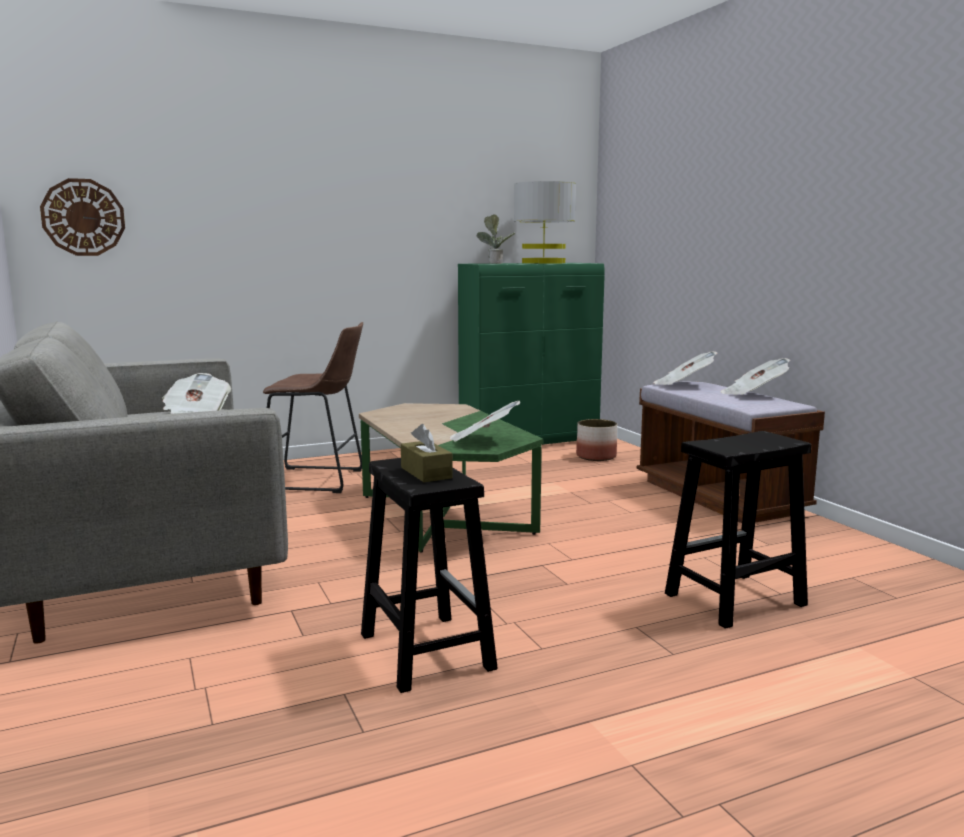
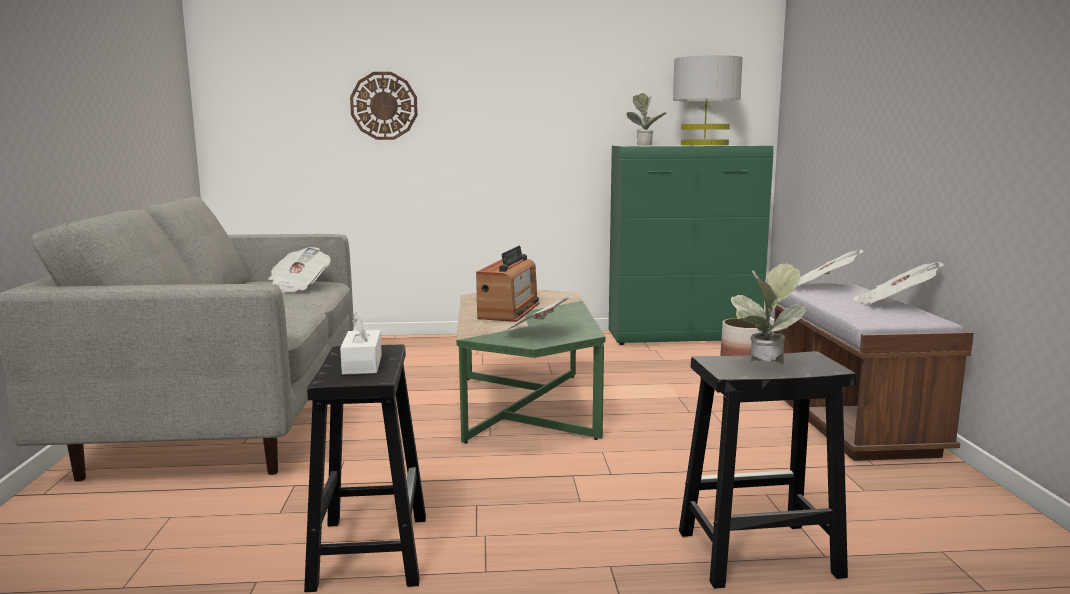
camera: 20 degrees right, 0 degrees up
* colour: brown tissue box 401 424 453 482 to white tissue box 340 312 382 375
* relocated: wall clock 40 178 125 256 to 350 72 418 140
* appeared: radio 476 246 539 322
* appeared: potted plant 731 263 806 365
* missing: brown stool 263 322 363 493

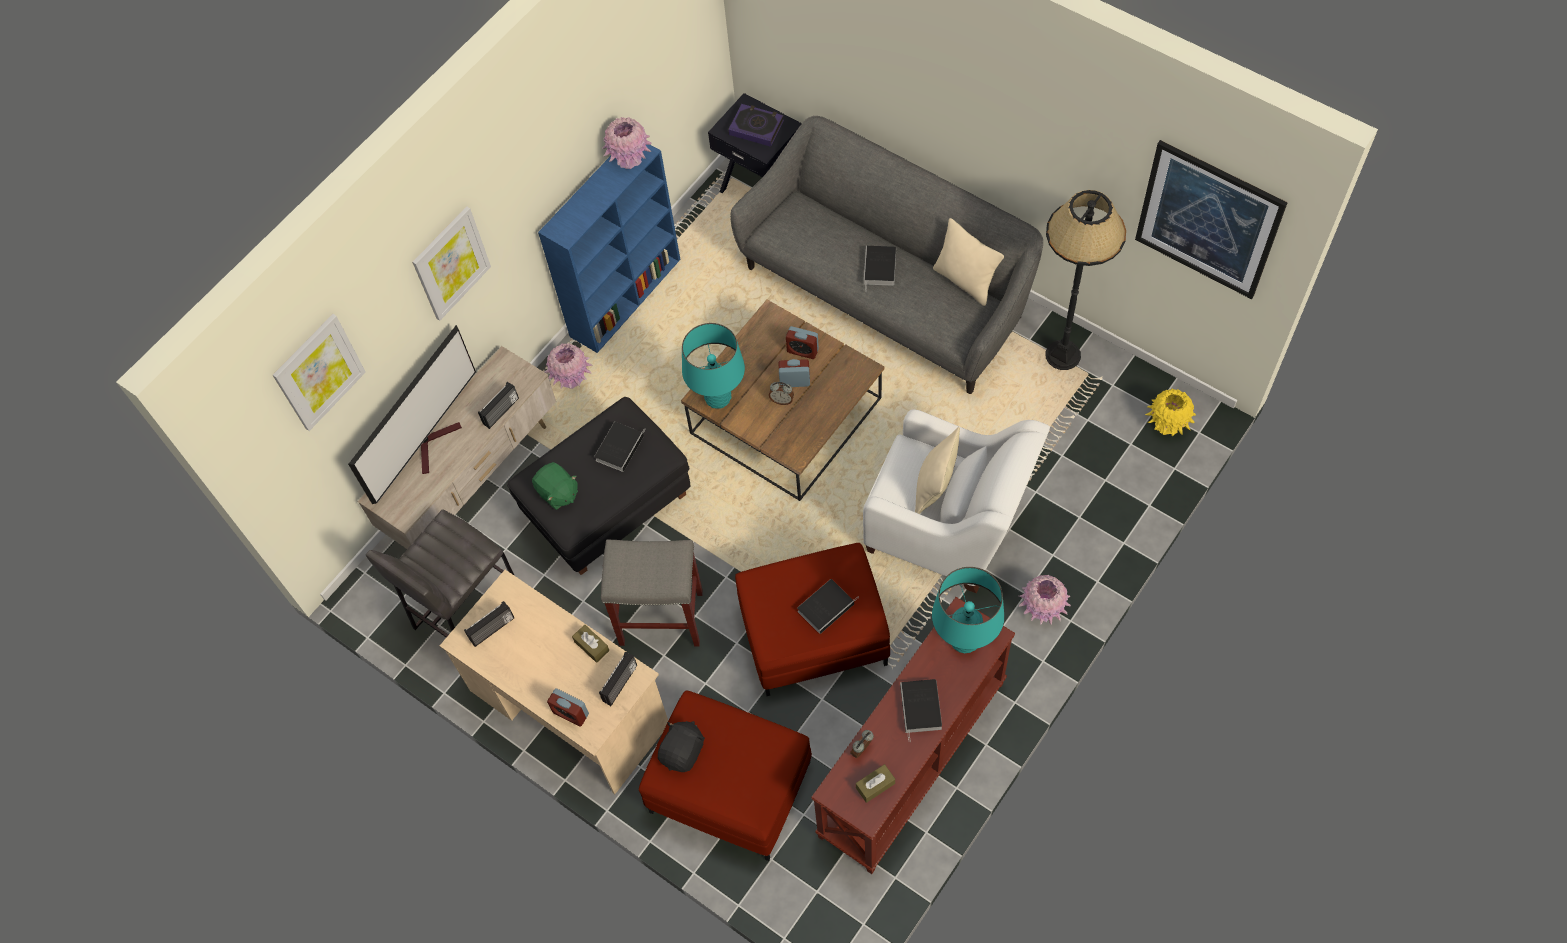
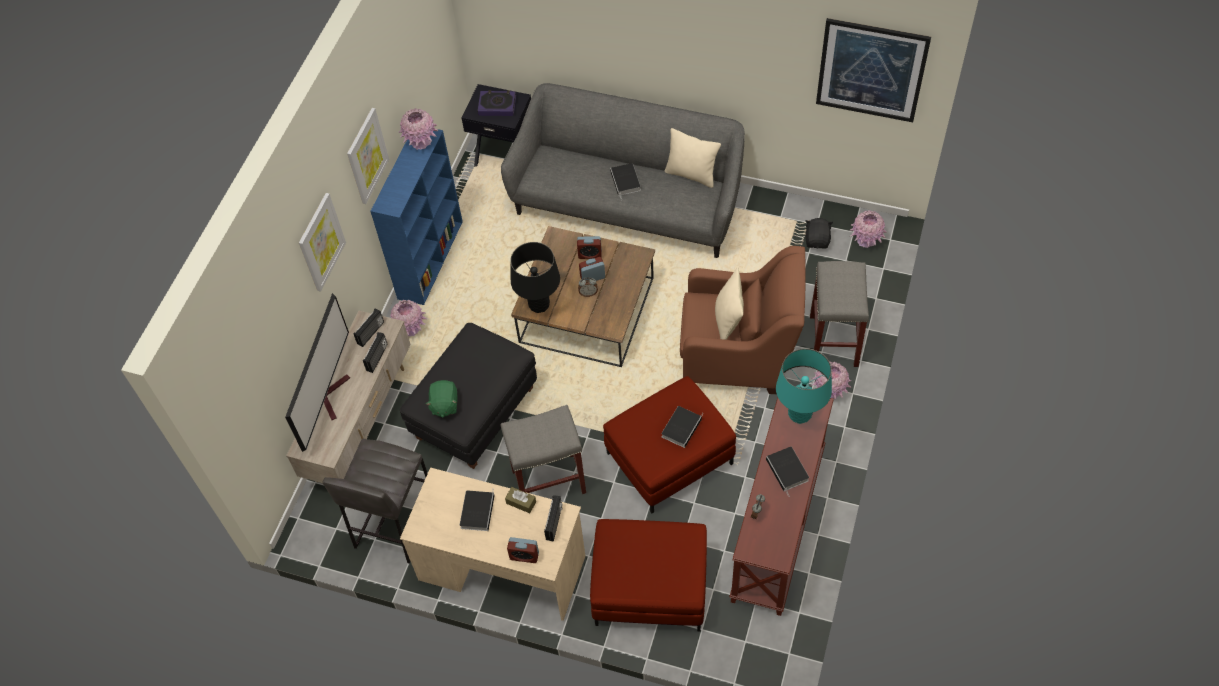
camera: 20 degrees left, 5 degrees down
* relocated: picture 273 314 366 431 to 347 108 389 204
* relocated: radio 464 601 514 647 to 353 309 384 347
* spun: green plush toy 532 462 578 510 = 426 380 458 418 60 degrees clockwise
* relocated: book 594 422 645 472 to 460 489 494 531
* colour: turquoise table lamp 682 323 745 409 to black table lamp 510 242 560 313
* colour: white armchair 863 410 1050 594 to brown armchair 680 246 806 394
* relocated: black plush toy 658 721 705 772 to 805 218 833 249
* appeared: grey stool 810 261 869 367
* colour: yellow vase 1145 388 1196 437 to pink vase 849 210 887 248
* missing: brown tissue box 856 764 895 803
* missing: black floor lamp 1045 190 1126 370

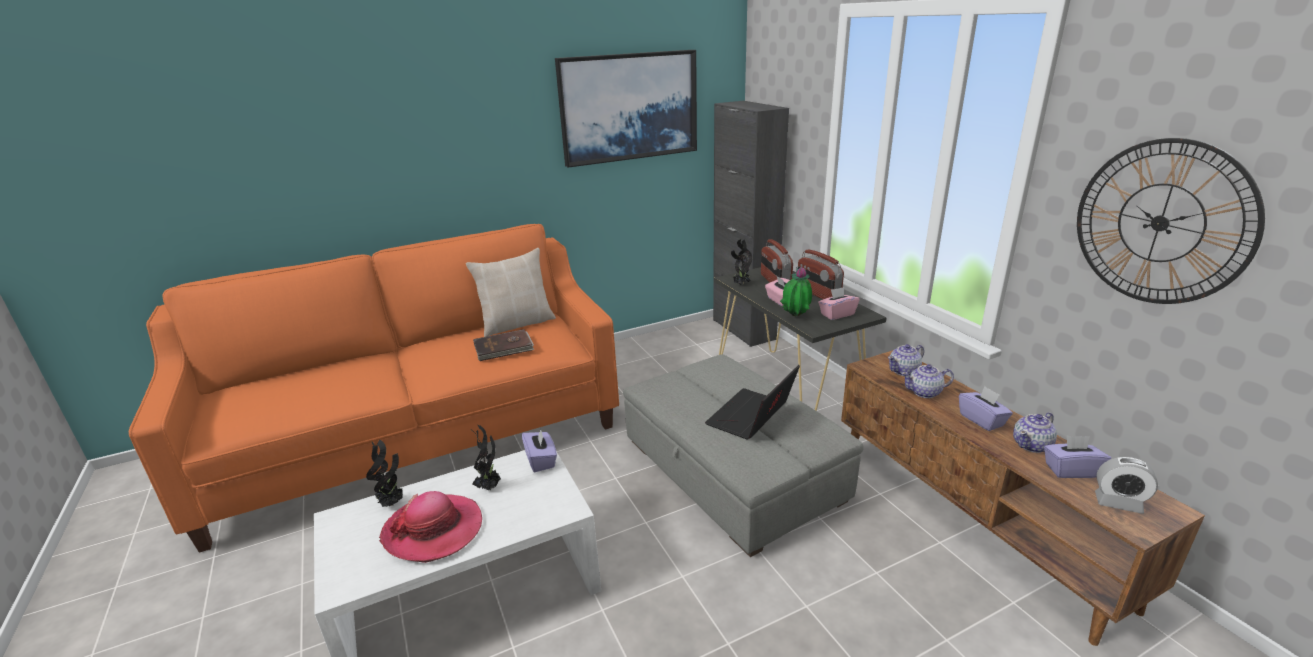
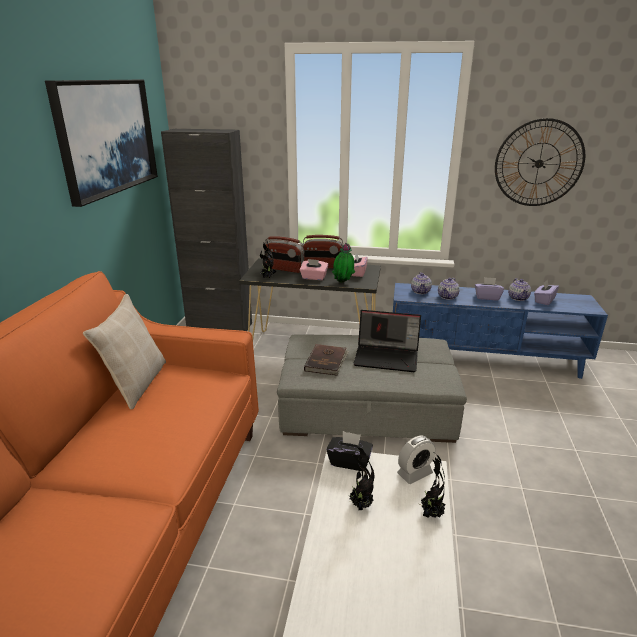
camera: 55 degrees left, 0 degrees up
* relocated: brown book 473 329 534 361 to 304 344 349 376
* colour: purple tissue box 522 428 557 472 to black tissue box 326 431 373 471
* spun: laptop 705 365 800 440 = 353 310 421 372 60 degrees counterclockwise
* colour: brown tv stand 841 350 1205 646 to blue tv stand 393 283 608 379
* relocated: alarm clock 1095 457 1158 514 to 397 436 435 484
* relocated: potted plant 366 439 404 507 to 421 454 446 518
* missing: hat 379 491 482 563

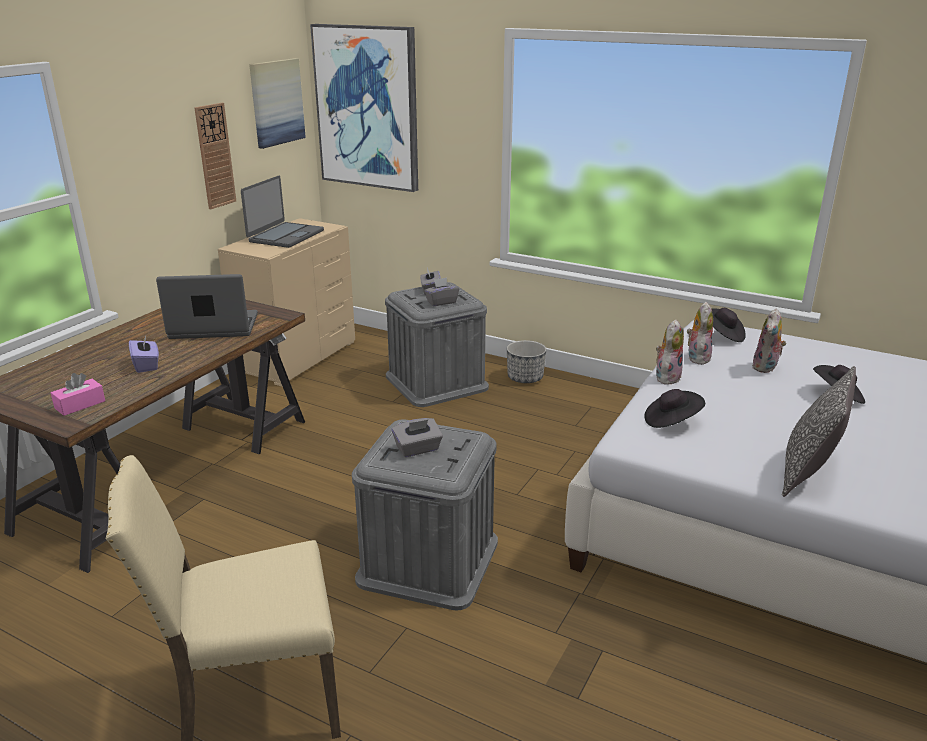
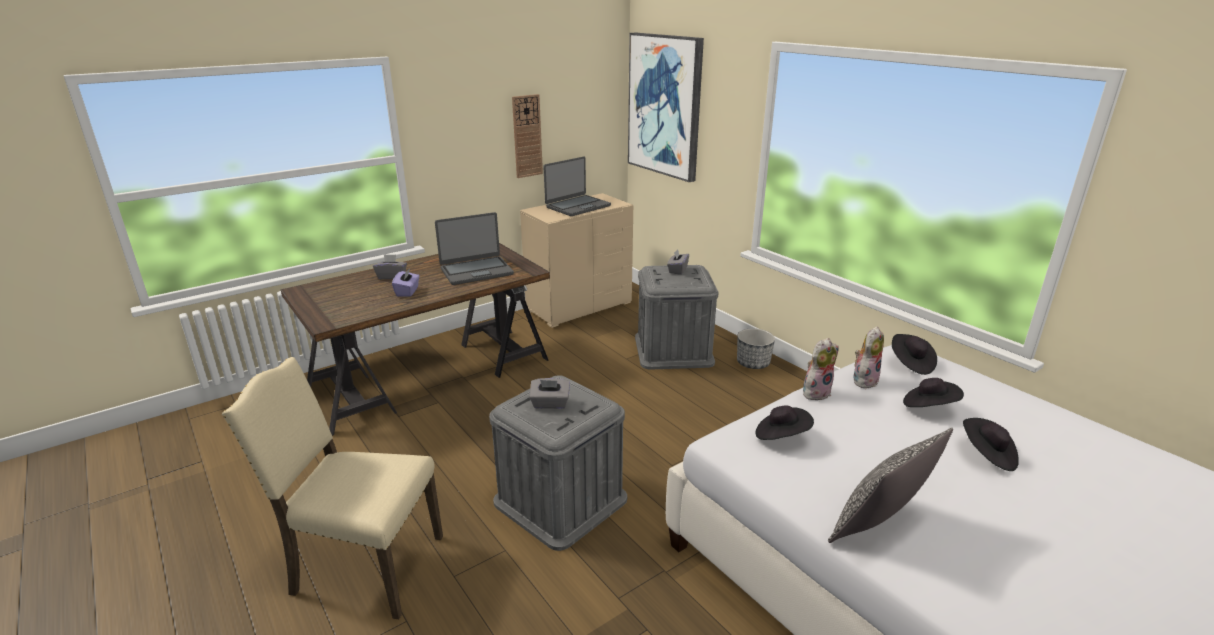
camera: 25 degrees right, 0 degrees up
* relocated: grey tissue box 424 278 459 306 to 373 254 407 279
* spun: laptop 156 274 258 339 = 435 212 514 285 135 degrees clockwise
* exchanged: plush toy 752 309 786 373 to black hat 903 378 964 407
* missing: pink tissue box 51 373 105 416
* missing: picture 249 58 306 149

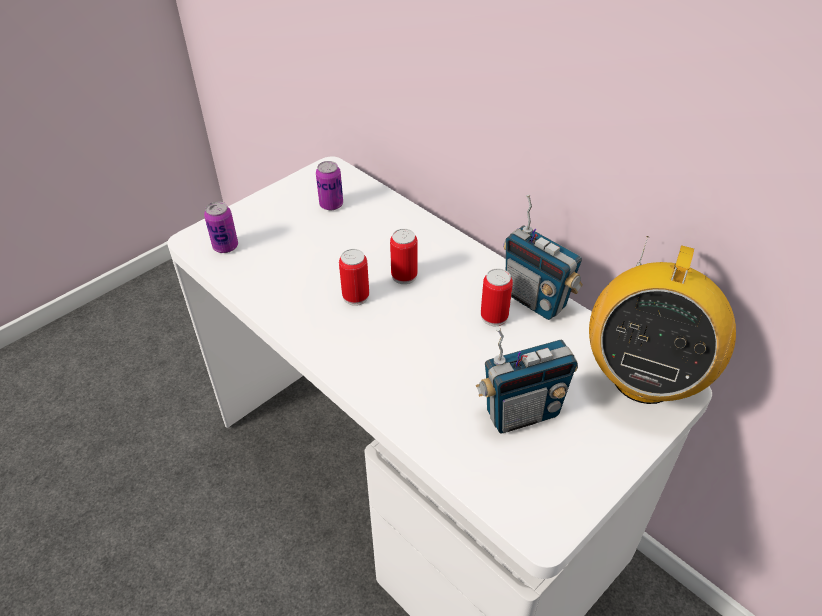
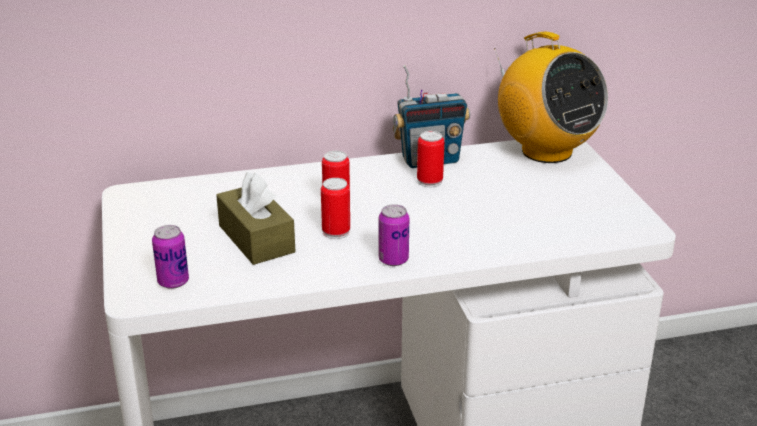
camera: 60 degrees left, 15 degrees down
* appeared: brown tissue box 216 172 295 265
* relocated: can 316 161 343 210 to 379 204 409 266
* missing: radio 476 327 578 433

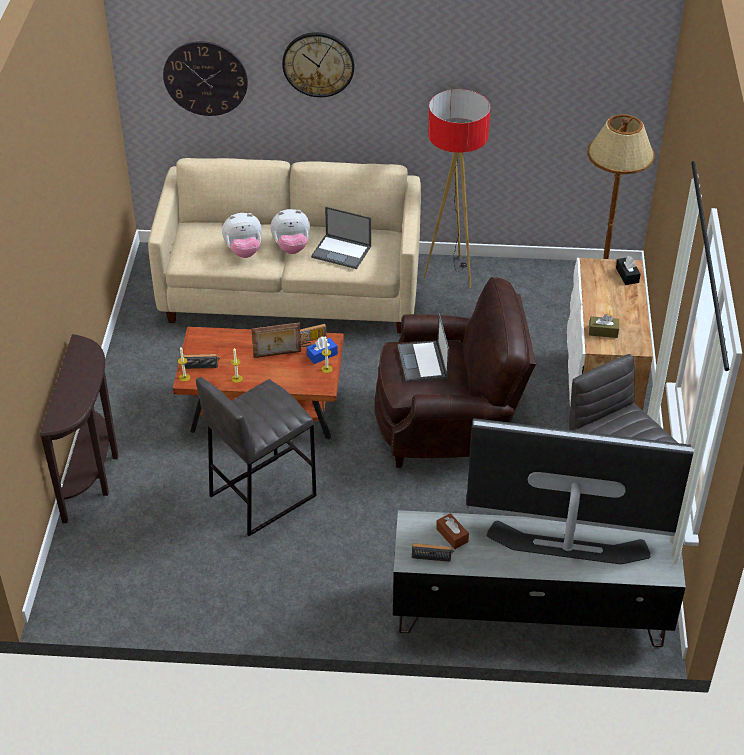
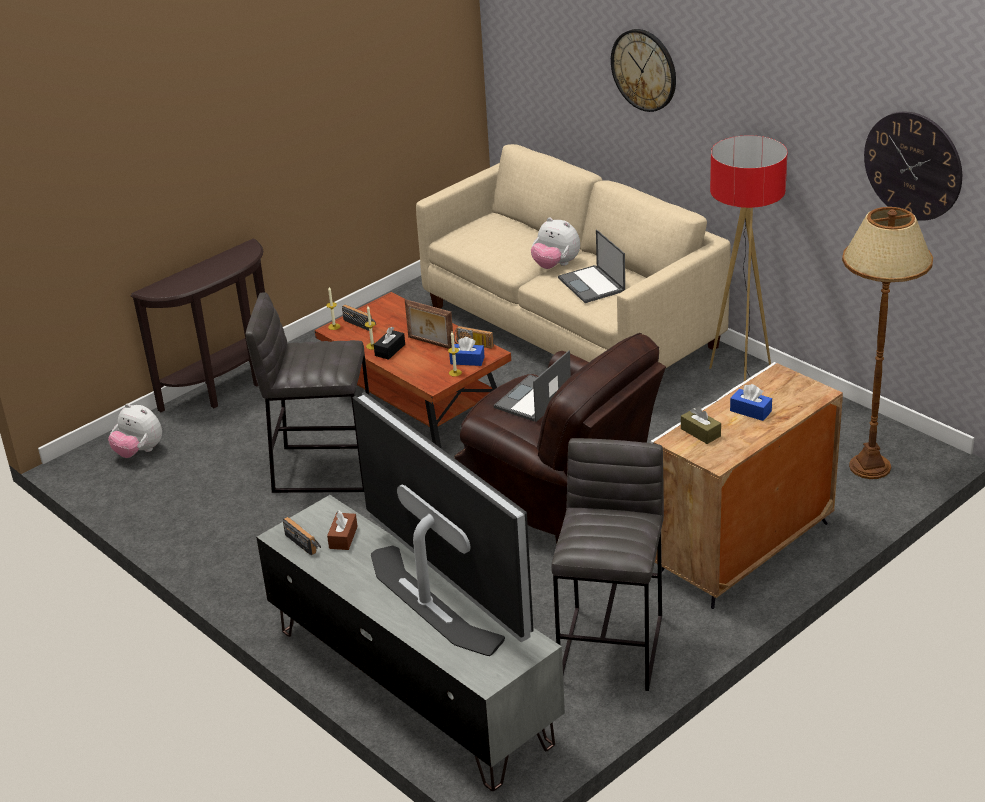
camera: 45 degrees right, 10 degrees down
* relocated: plush toy 222 213 262 258 to 108 403 162 458
* relocated: black tissue box 616 255 641 285 to 374 327 405 360
* appeared: blue tissue box 730 384 772 421
* relocated: wall clock 163 41 248 116 to 864 112 962 221

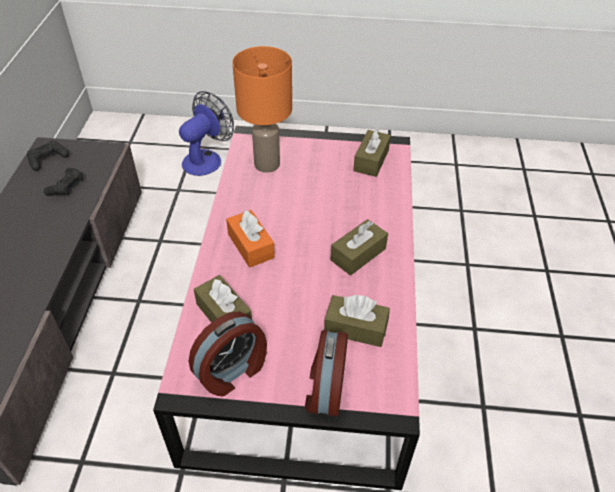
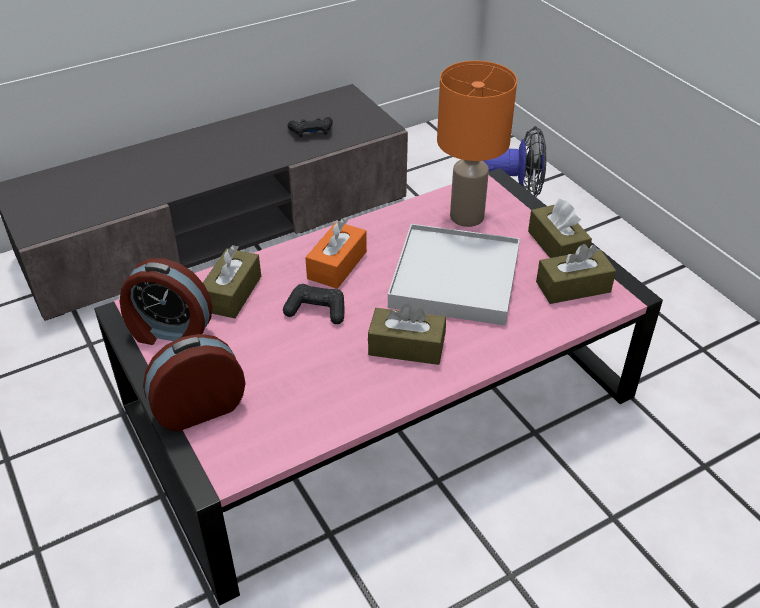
camera: 55 degrees right, 5 degrees down
* relocated: black game controller 27 140 69 171 to 283 284 344 324
* appeared: white tray 388 224 520 325
* relocated: brown tissue box 324 295 390 347 to 528 199 592 258

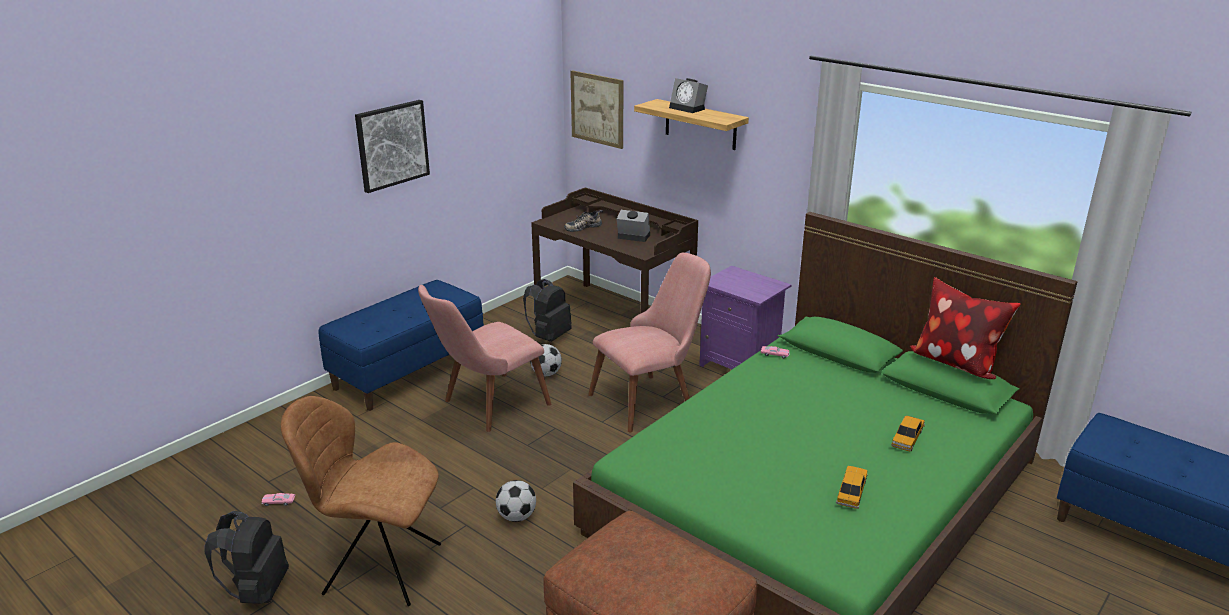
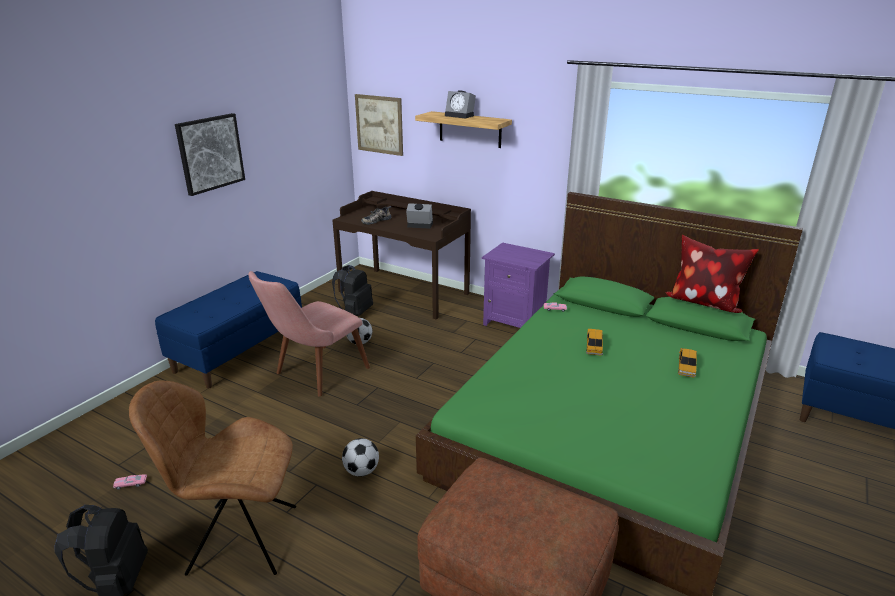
camera: 10 degrees left, 0 degrees up
* relocated: toy car 836 466 868 509 to 586 329 603 356
* missing: pink chair 588 252 711 433

